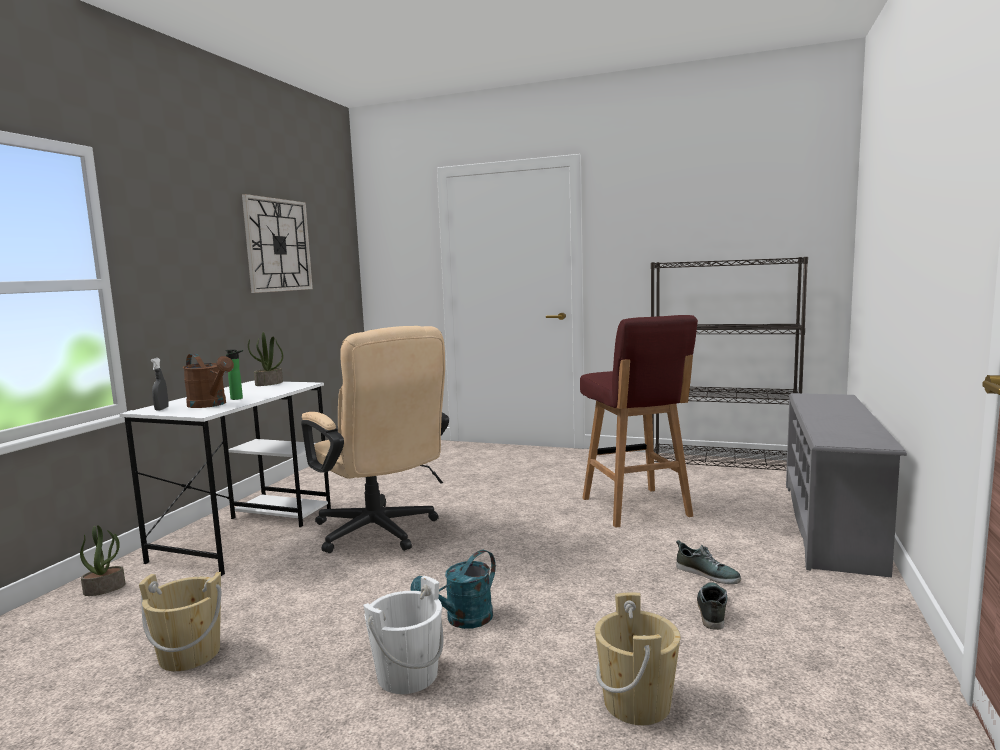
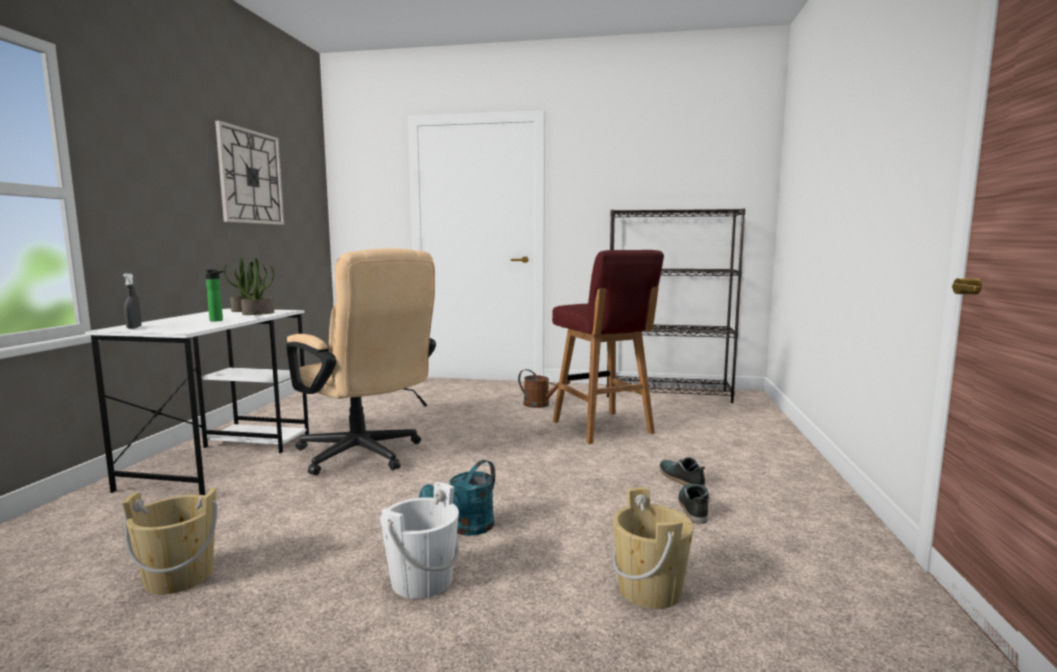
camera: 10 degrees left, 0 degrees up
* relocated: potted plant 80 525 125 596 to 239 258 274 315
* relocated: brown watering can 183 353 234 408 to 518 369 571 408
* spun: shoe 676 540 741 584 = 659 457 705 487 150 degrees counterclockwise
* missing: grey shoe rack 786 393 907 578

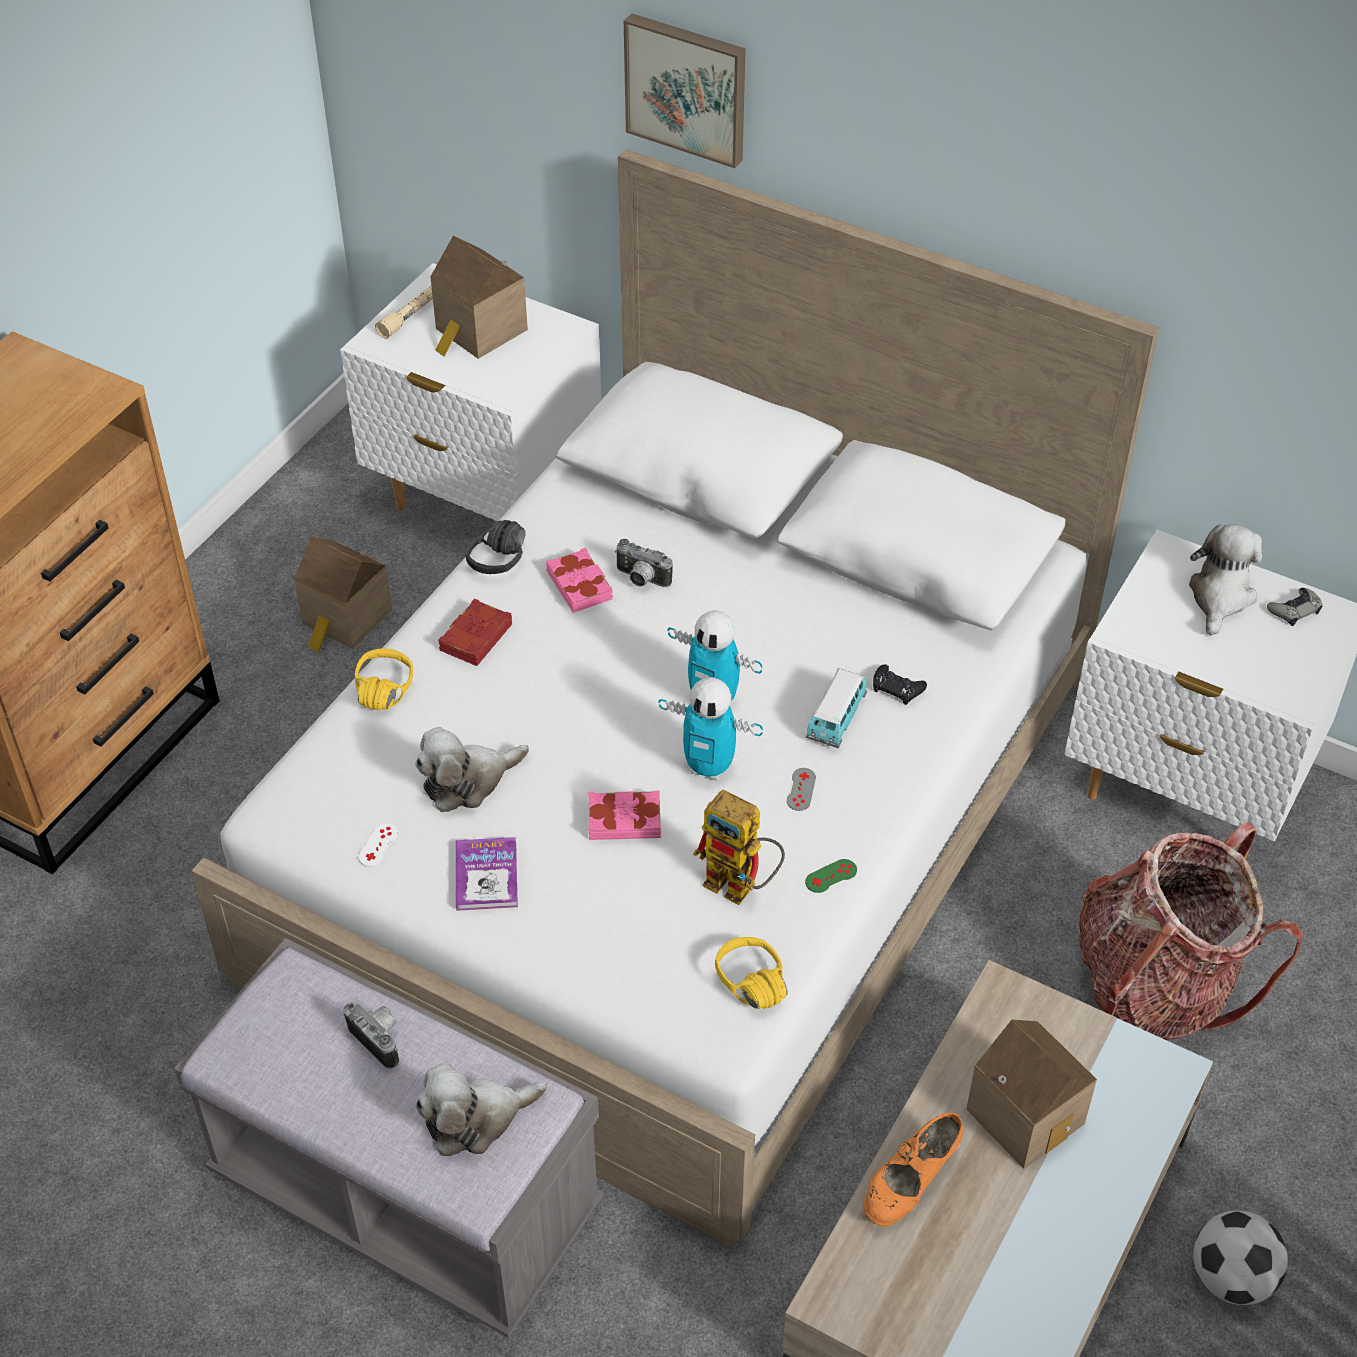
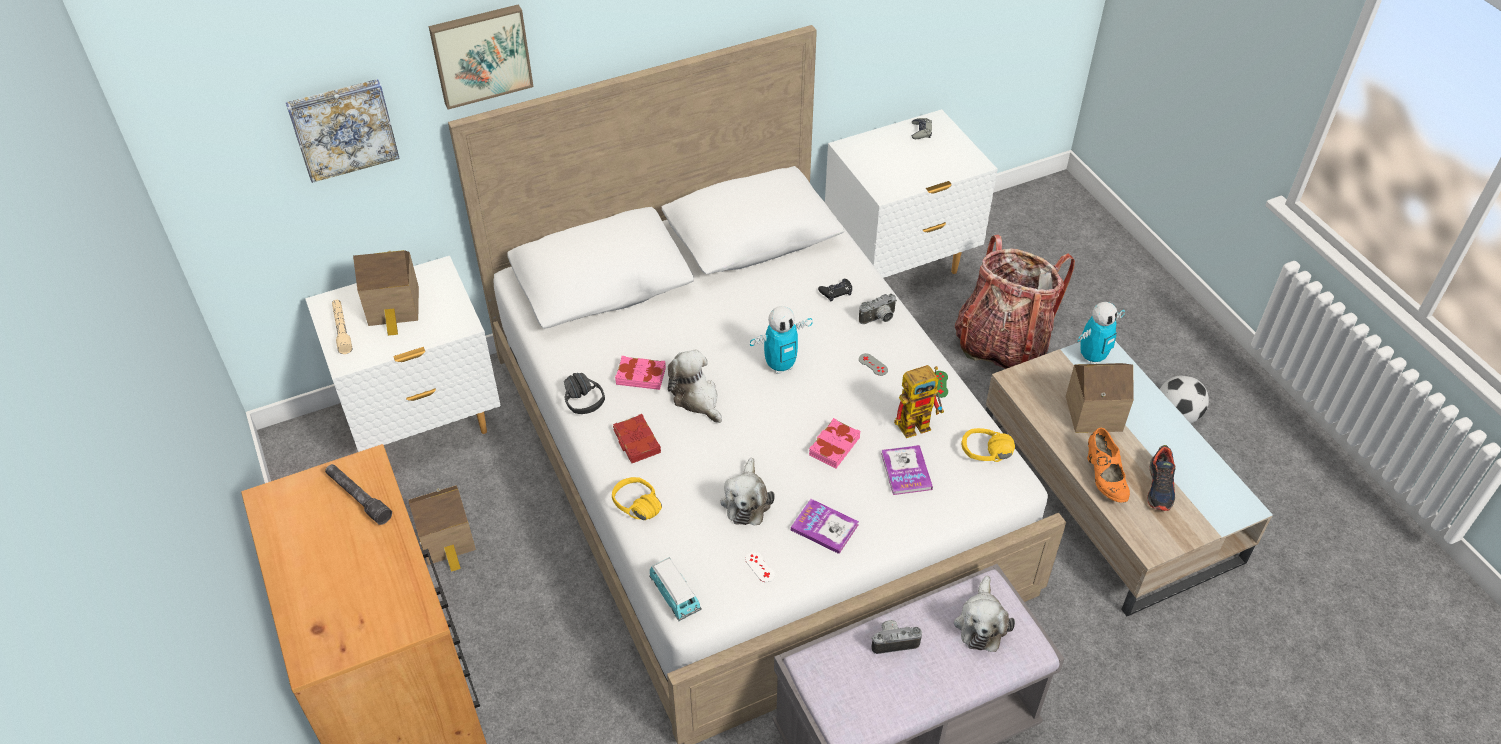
camera: 55 degrees left, 0 degrees up
* appeared: picture 286 79 400 183
* appeared: grey flashlight 325 464 392 525
* relocated: toy car 806 668 867 748 to 649 557 702 621
* relocated: plush toy 1189 524 1262 636 to 668 350 722 423
* relocated: photo camera 615 539 673 587 to 859 293 897 324
* appeared: book 881 445 933 495
* relocated: toy robot 659 677 763 781 to 1077 302 1125 364
* appeared: shoe 1147 445 1176 511

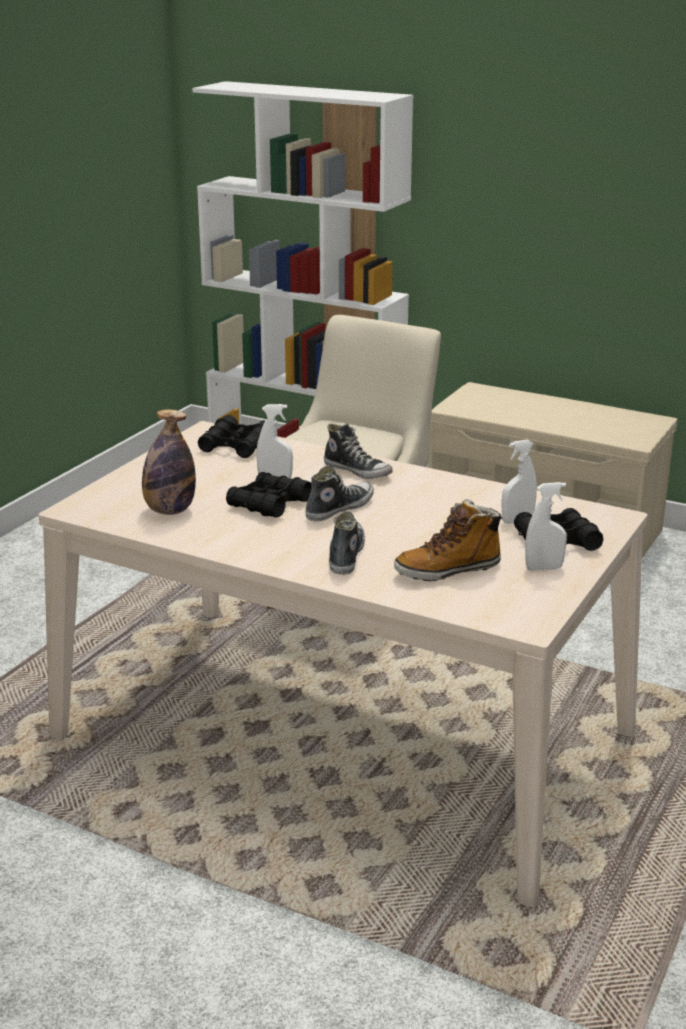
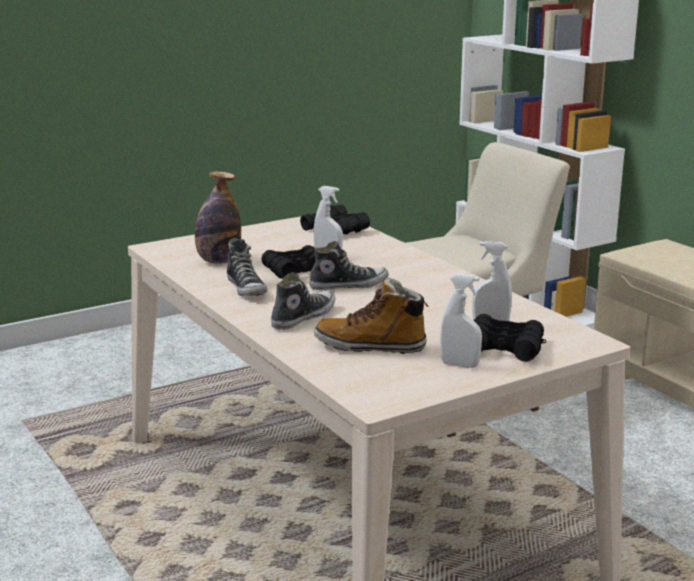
camera: 30 degrees right, 5 degrees down
* relocated: shoe 324 423 393 479 to 227 238 267 296

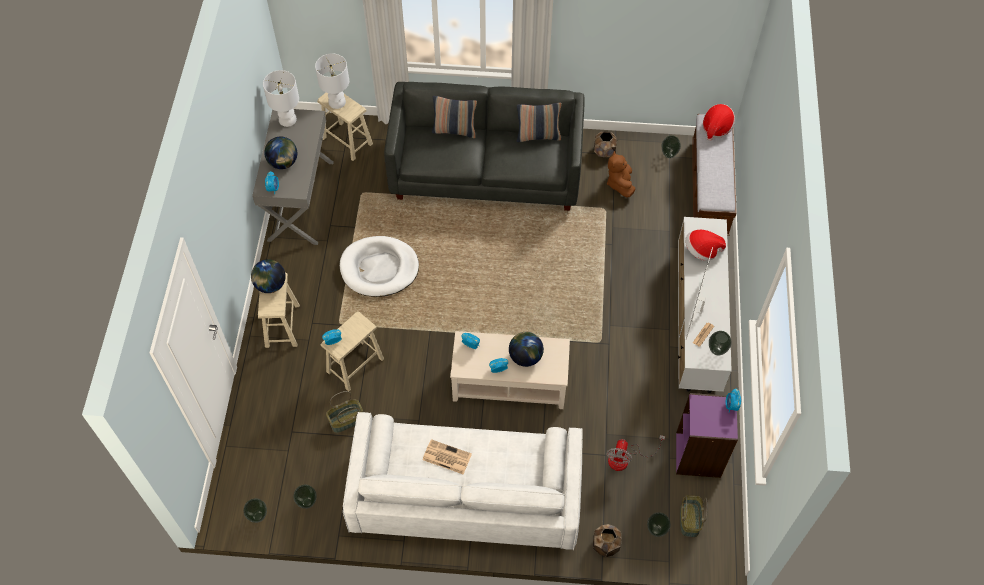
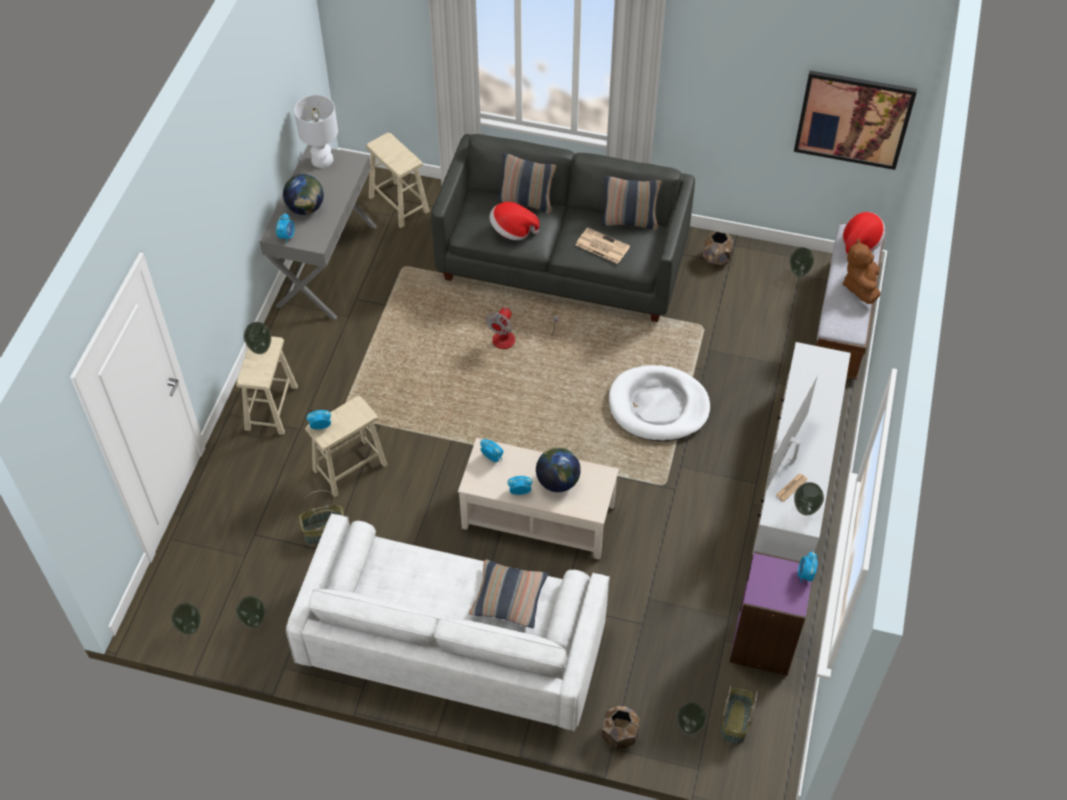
camera: 10 degrees right, 5 degrees down
* exchanged: globe 251 259 286 293 to vase 244 322 271 354
* appeared: pillow 469 560 549 628
* relocated: fan 607 435 665 471 to 486 307 559 349
* relocated: hat 685 230 726 261 to 490 202 539 240
* relocated: newspaper 423 439 472 474 to 576 228 630 264
* relocated: white dog bed 340 236 419 297 to 609 365 710 442
* appeared: picture 794 71 917 170
* relocated: brown plush toy 607 151 635 198 to 843 239 881 304
* missing: white table lamp 315 53 349 109

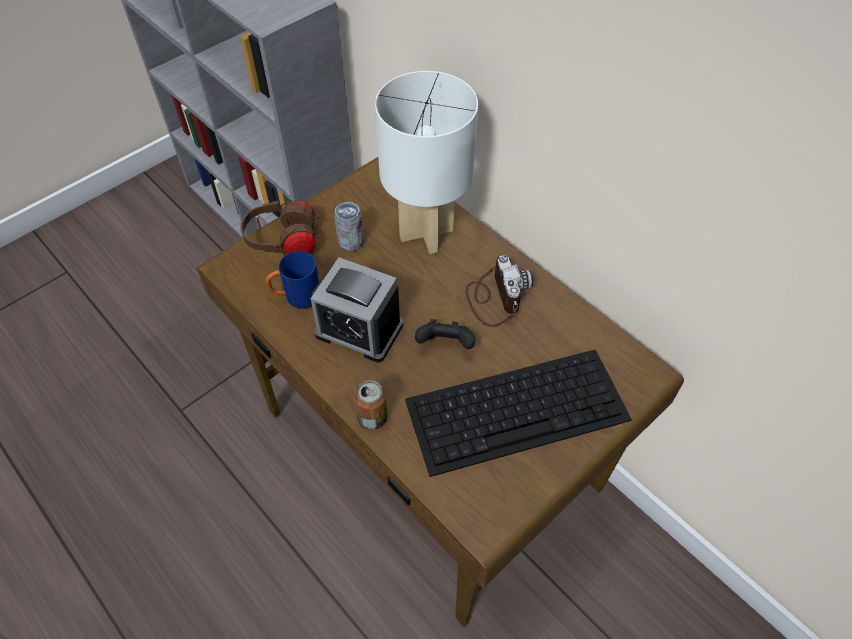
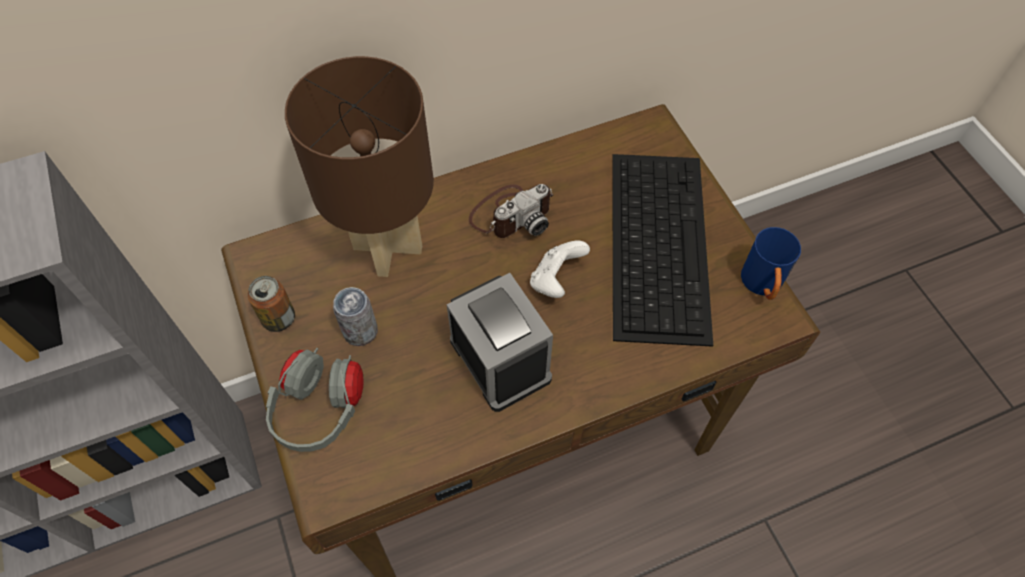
camera: 70 degrees left, 5 degrees up
* relocated: can 354 380 387 430 to 248 276 295 332
* colour: brown headphones 241 200 321 255 to grey headphones 266 348 363 452
* colour: white table lamp 375 71 478 254 to brown table lamp 285 56 434 277
* spun: alarm clock 311 257 403 363 = 446 273 553 412 75 degrees counterclockwise
* spun: photo camera 465 255 533 327 = 469 184 554 238 135 degrees clockwise
* colour: black game controller 415 319 475 349 to white game controller 530 241 590 298
* relocated: blue mug 265 251 319 309 to 741 227 801 300

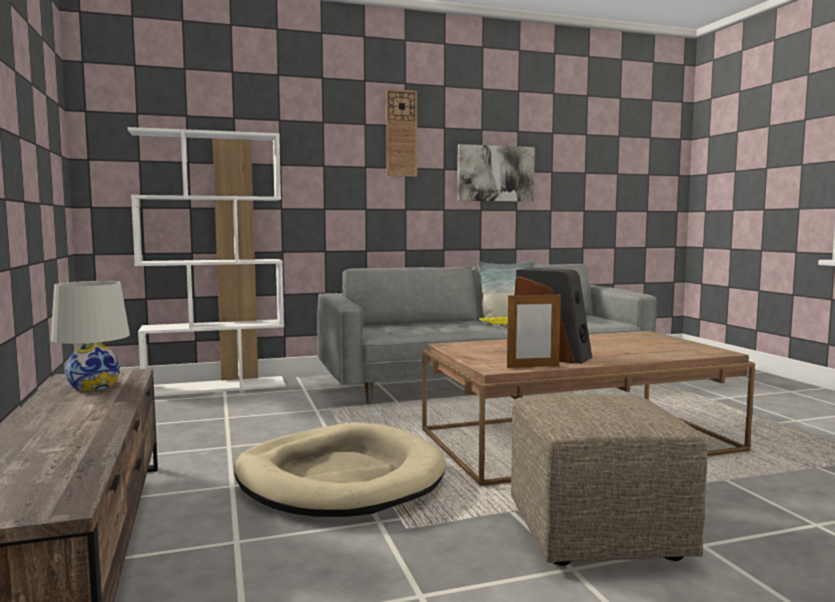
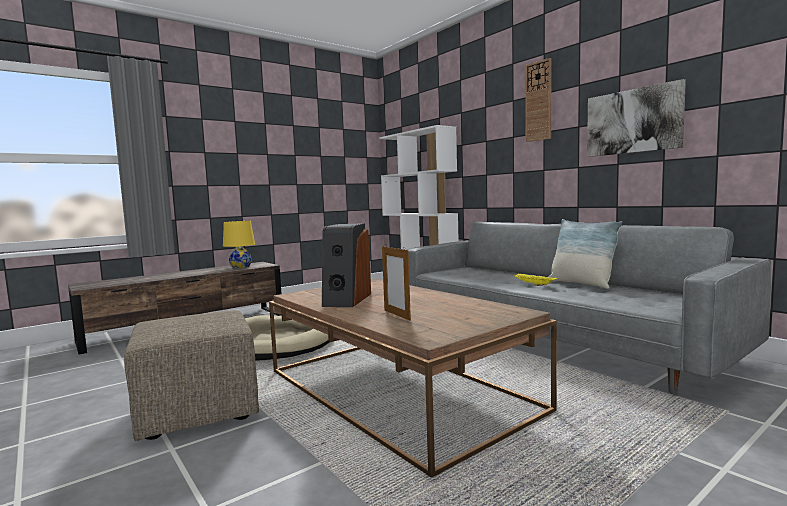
camera: 70 degrees right, 0 degrees up
* colour: white table lamp 51 281 130 391 to yellow table lamp 223 221 255 268
* relocated: picture frame 507 292 561 368 to 382 245 411 321

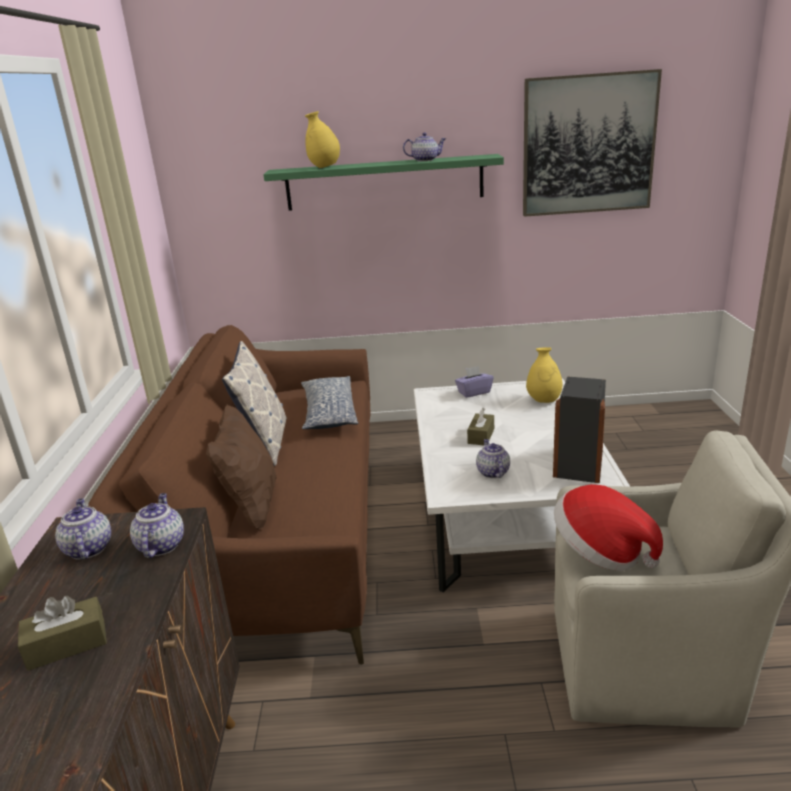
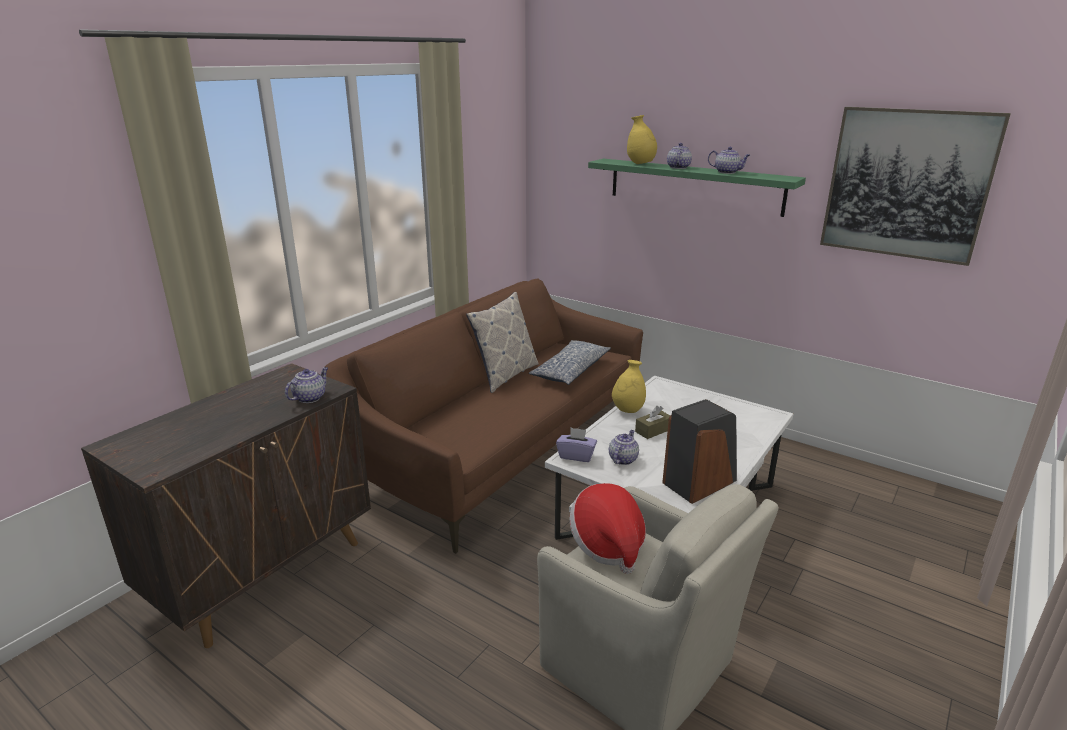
camera: 35 degrees right, 0 degrees up
* relocated: purple tissue box 455 366 494 398 to 556 427 597 462
* relocated: yellow vase 526 347 563 403 to 612 360 646 413
* relocated: teapot 55 498 111 559 to 667 143 692 169
* missing: brown tissue box 18 596 107 671
* missing: brown pillow 206 404 277 529

